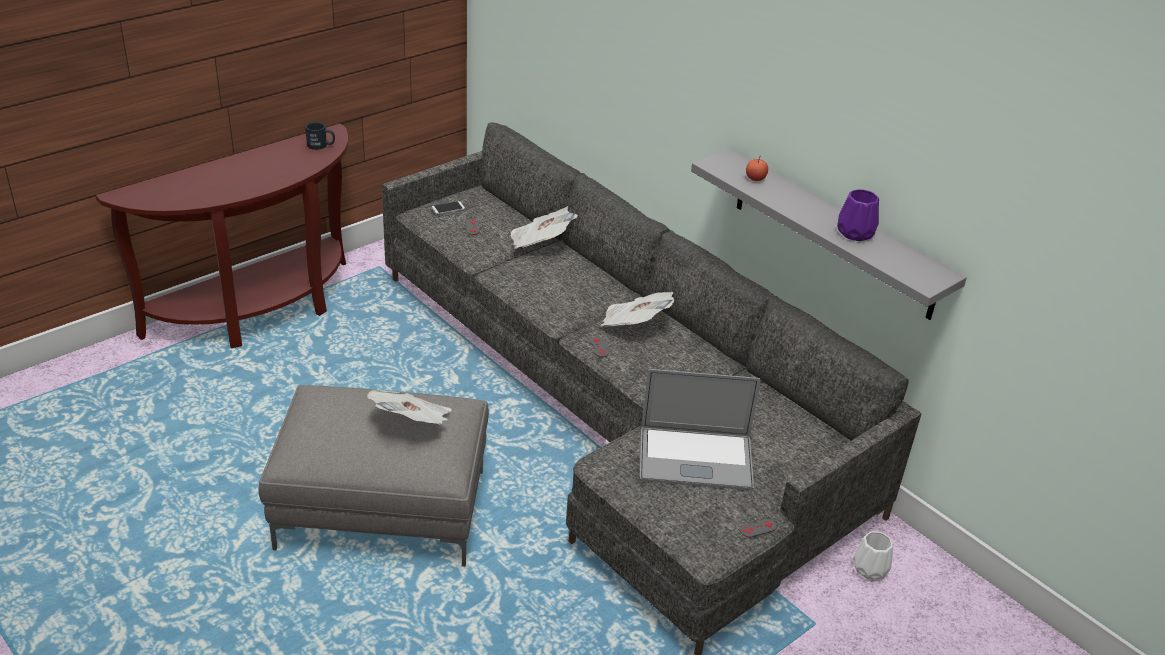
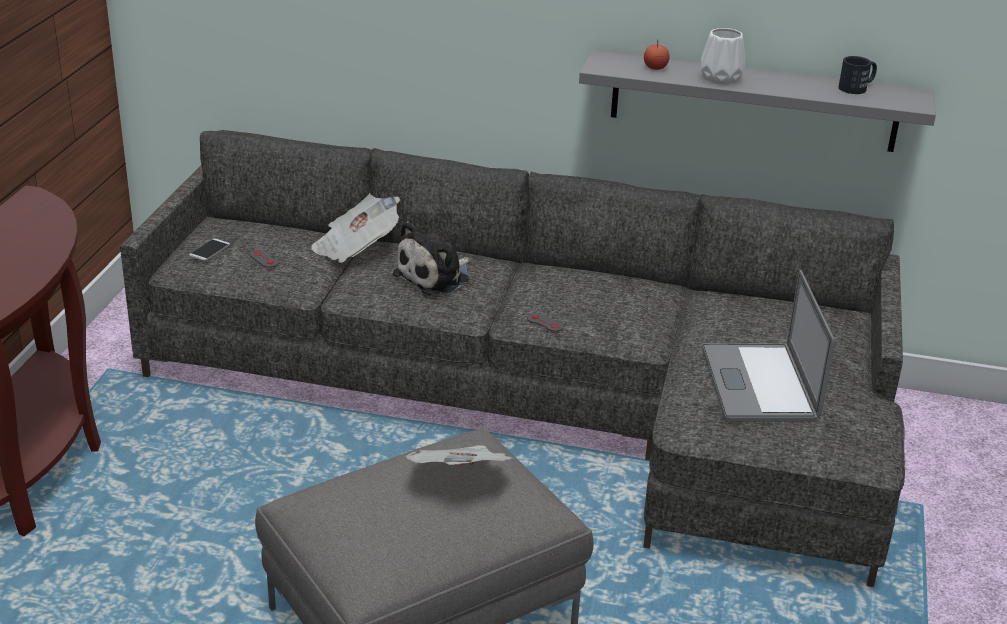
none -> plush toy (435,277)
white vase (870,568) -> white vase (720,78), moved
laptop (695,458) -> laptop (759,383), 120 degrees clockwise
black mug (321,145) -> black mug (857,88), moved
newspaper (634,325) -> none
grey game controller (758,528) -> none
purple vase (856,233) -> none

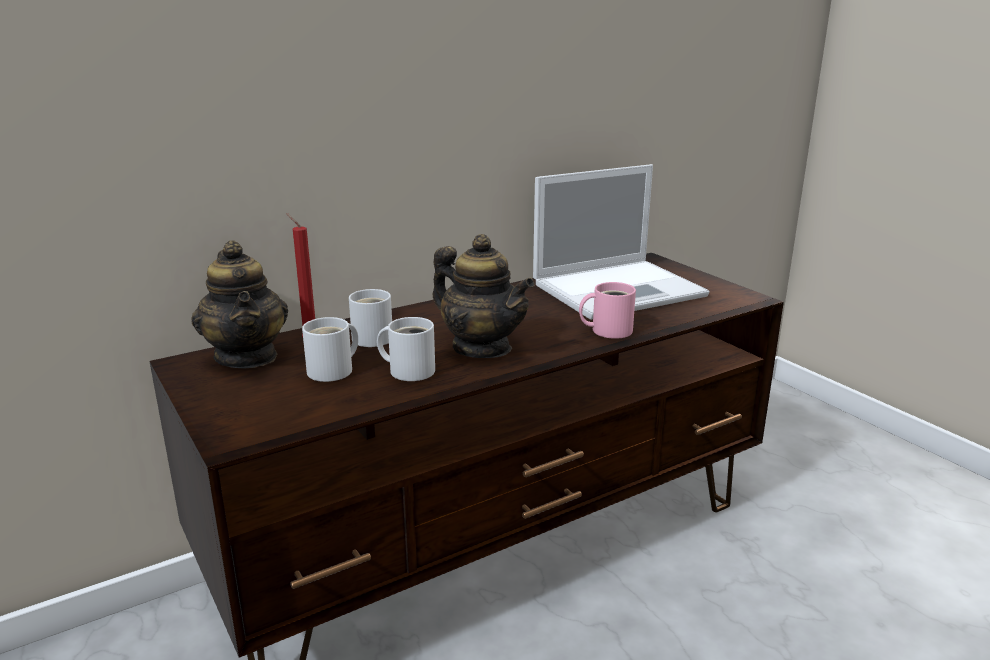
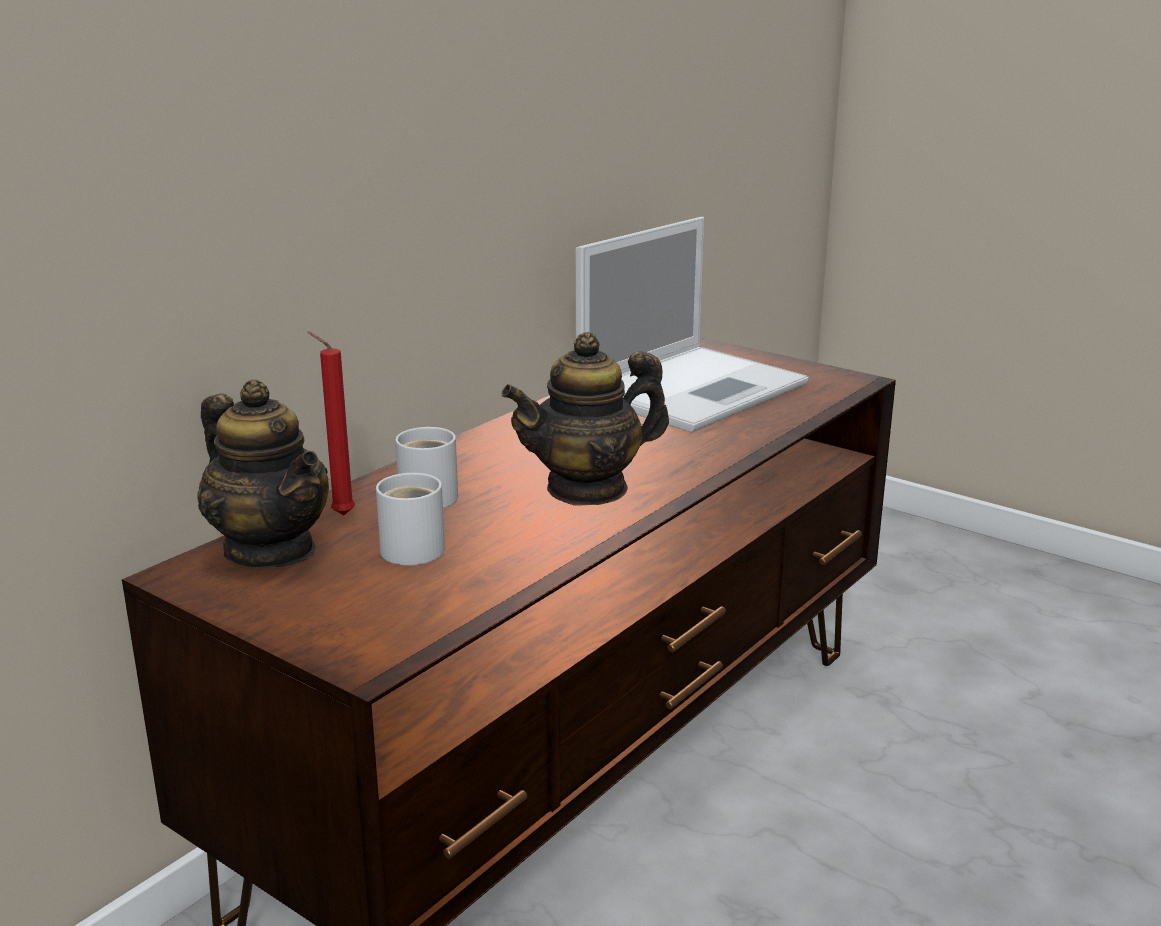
teapot (482,348) -> teapot (587,489), 135 degrees clockwise
white mug (409,370) -> none
pink mug (607,330) -> none

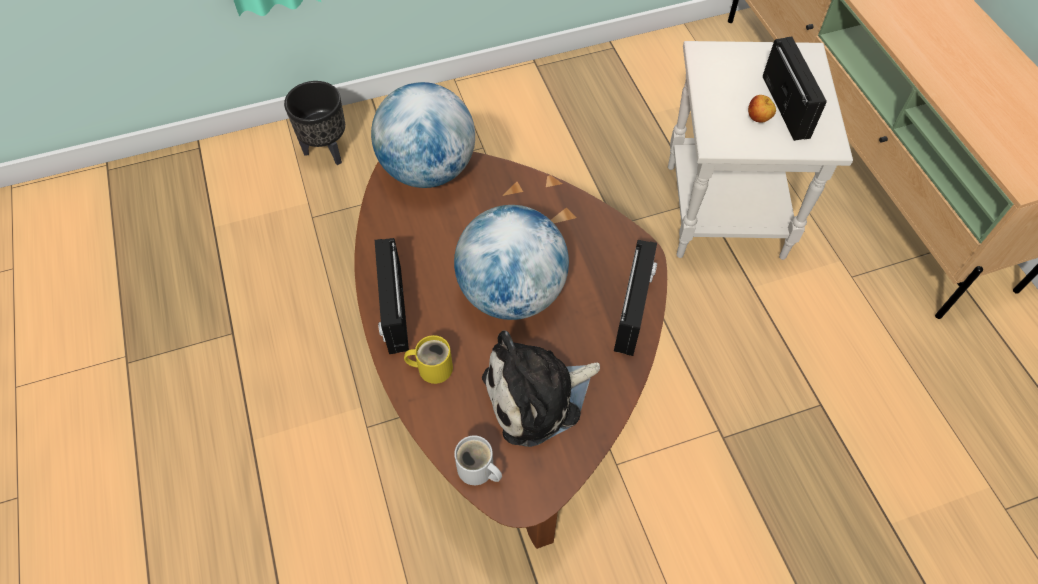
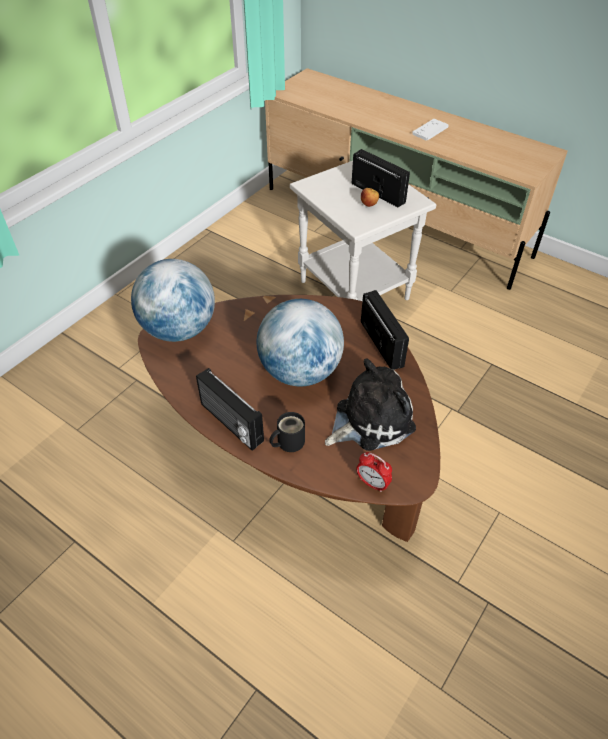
yellow mug (432,367) -> black mug (288,441)
plush toy (538,396) -> plush toy (370,419), 150 degrees counterclockwise
white mug (477,471) -> alarm clock (372,483)
none -> white game controller (430,130)
black planter (327,150) -> none

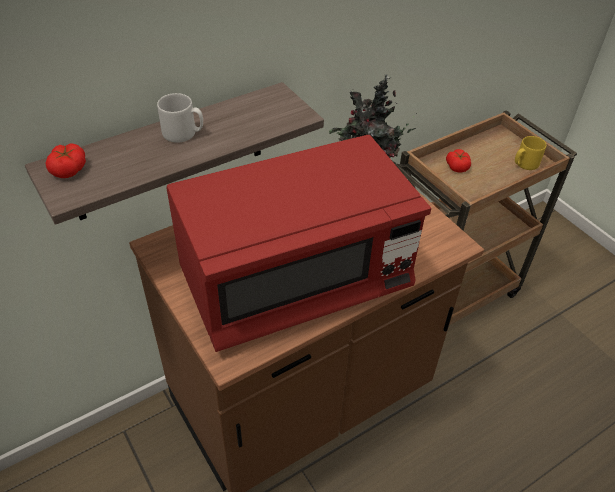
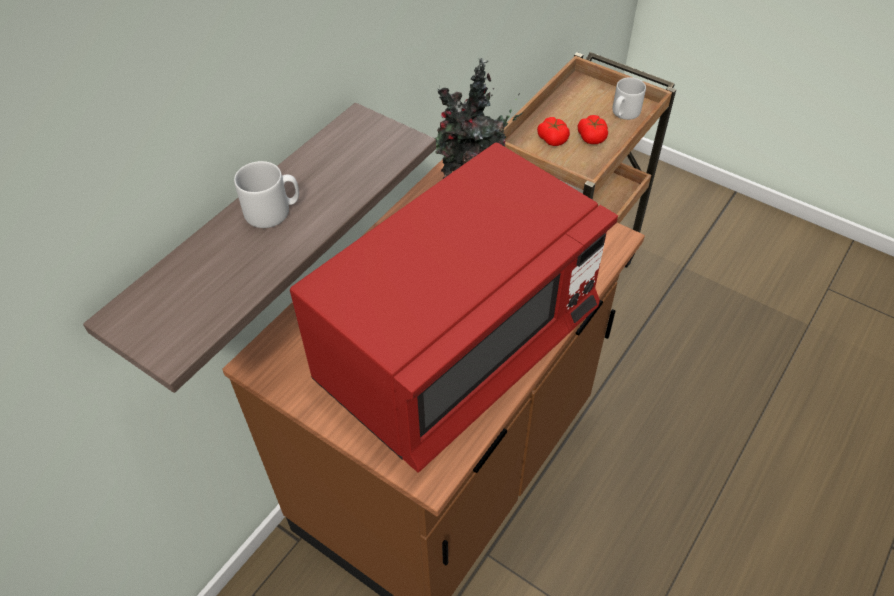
tomato (69,169) -> tomato (592,137), moved
yellow mug (524,164) -> grey mug (624,113)

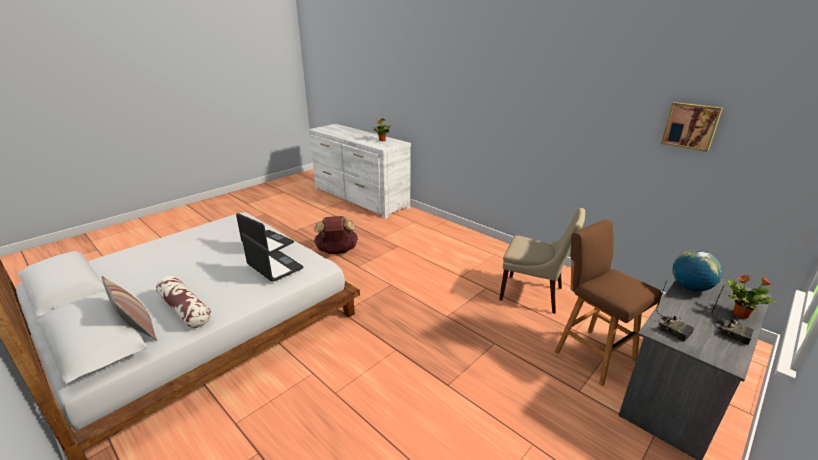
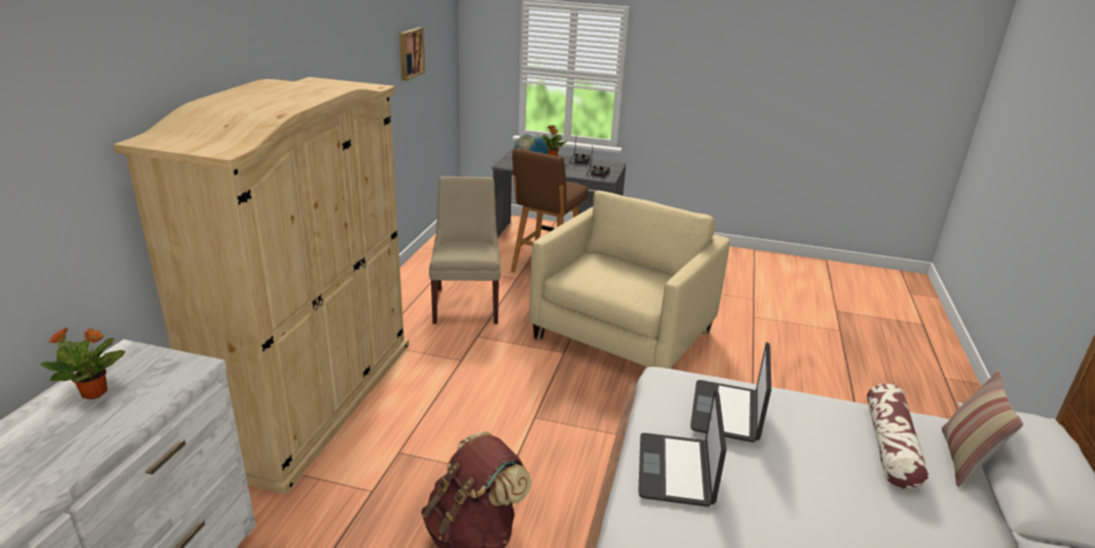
none -> beige wardrobe (314,400)
none -> beige armchair (623,335)

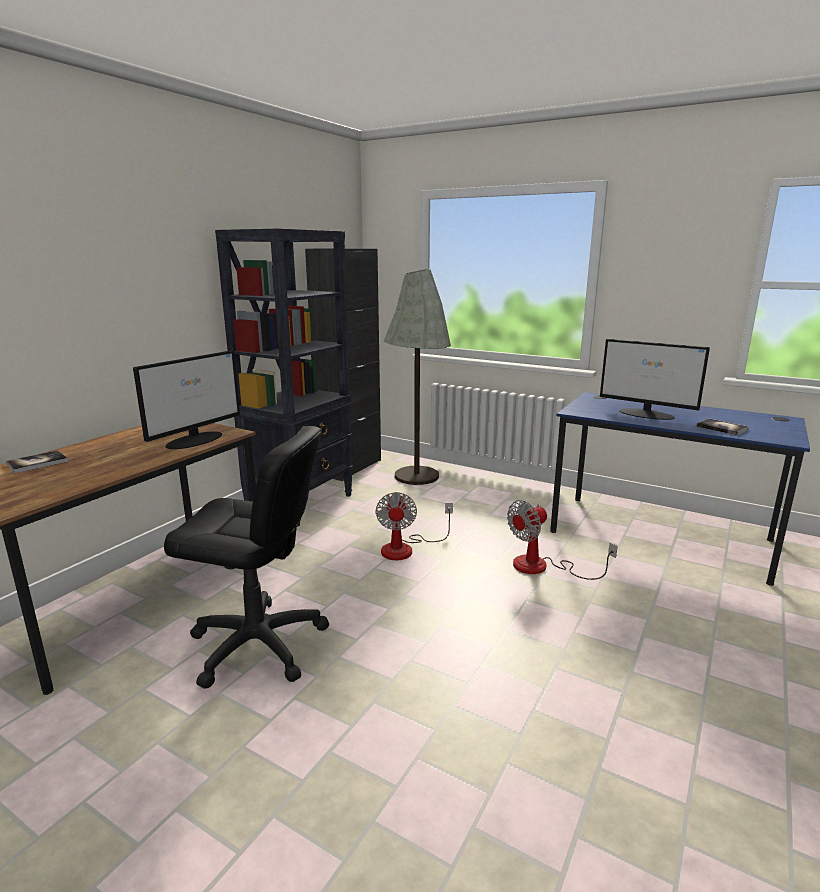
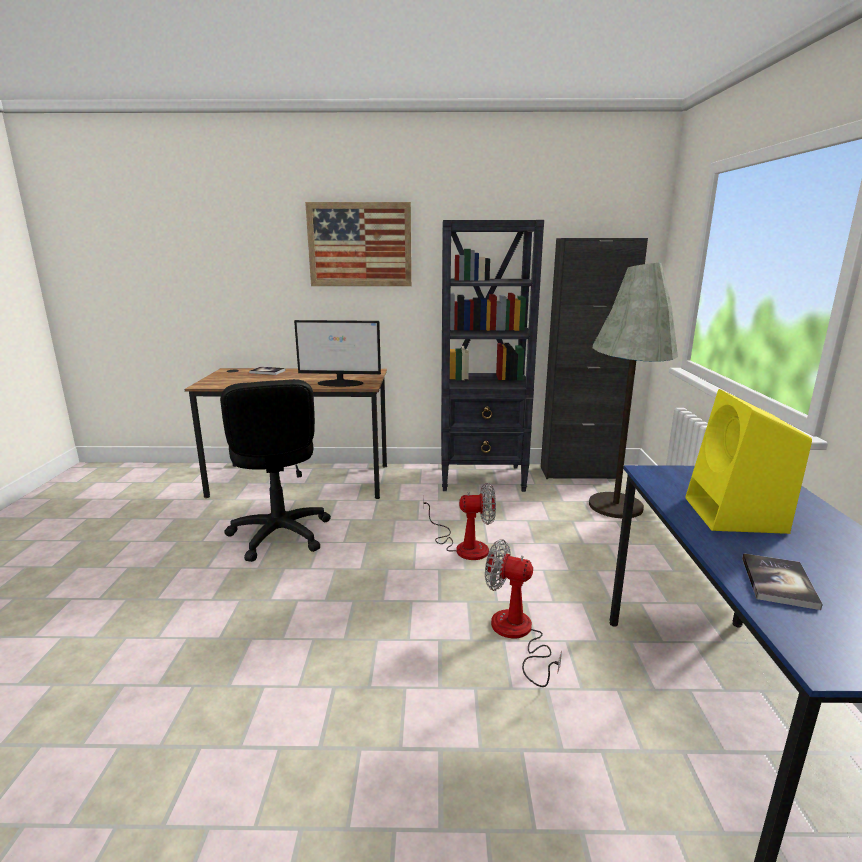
none -> picture (360,245)
fan (406,548) -> fan (463,546), 150 degrees counterclockwise
monitor (647,414) -> yellow speaker (736,516)

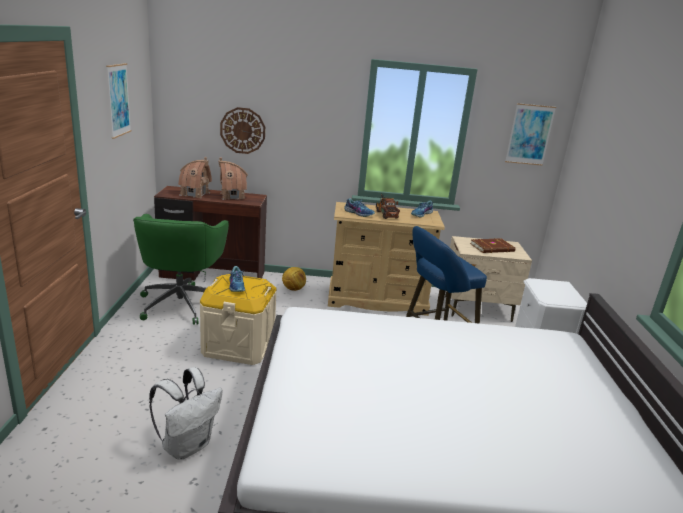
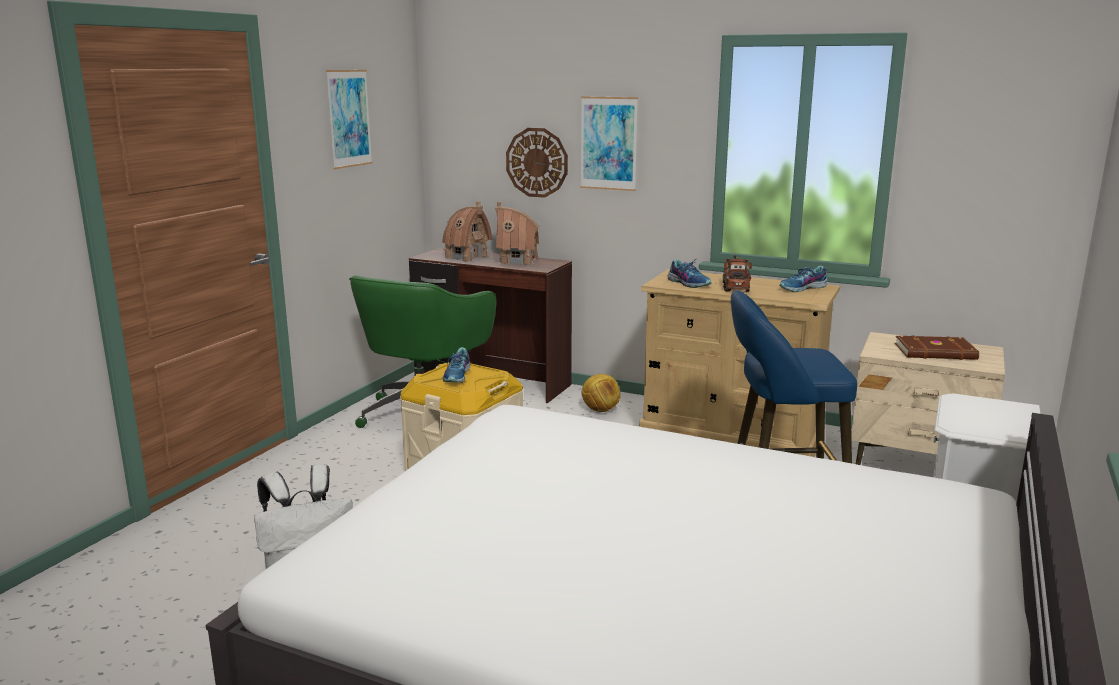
picture (529,134) -> picture (608,143), moved

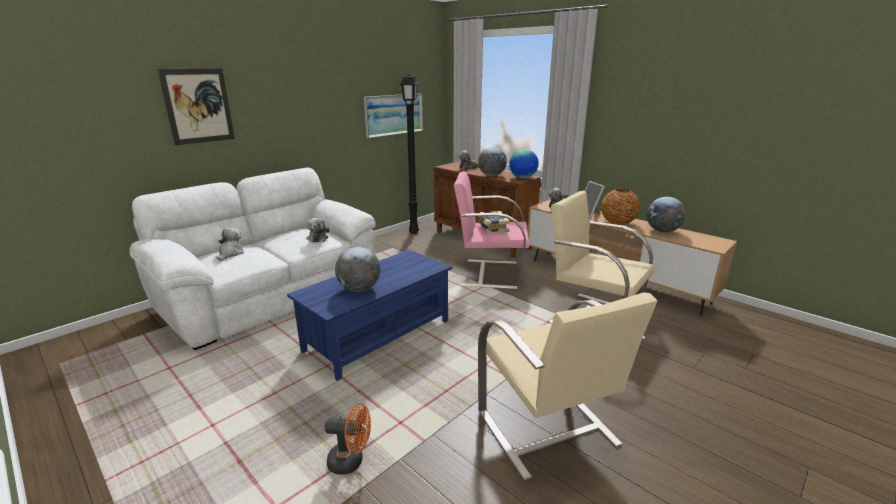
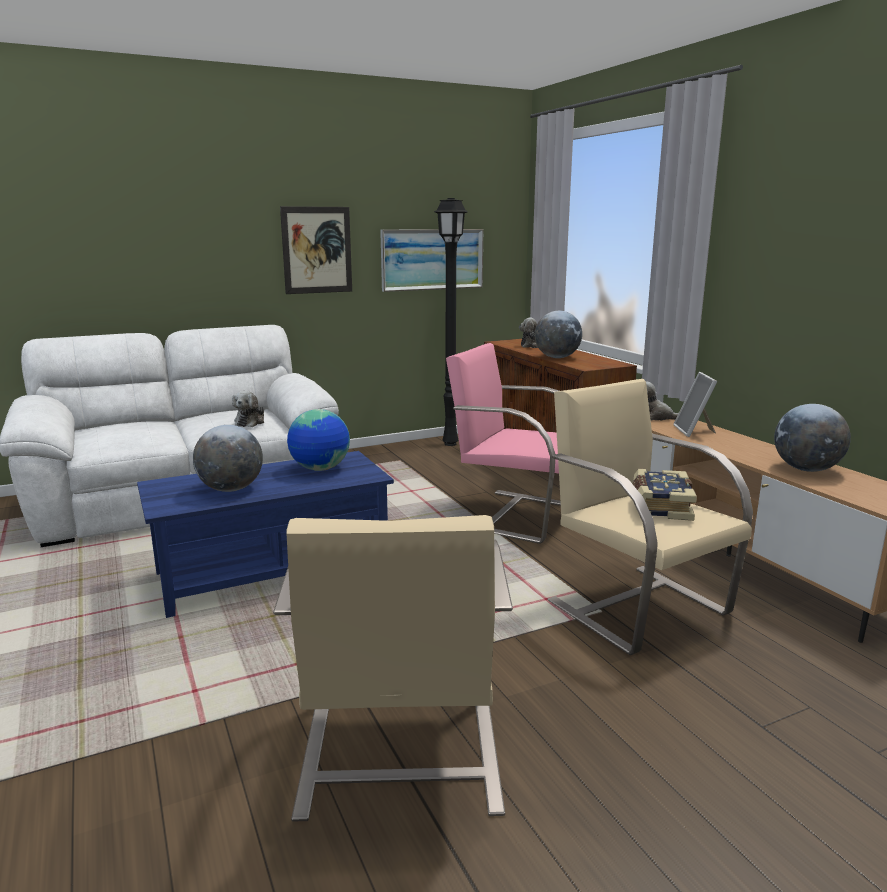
picture (198,106) -> picture (317,250), moved
globe (523,178) -> globe (320,469), moved
book (492,228) -> book (659,506), moved
plush toy (230,253) -> none
orange fan (351,461) -> none
vase (618,223) -> none

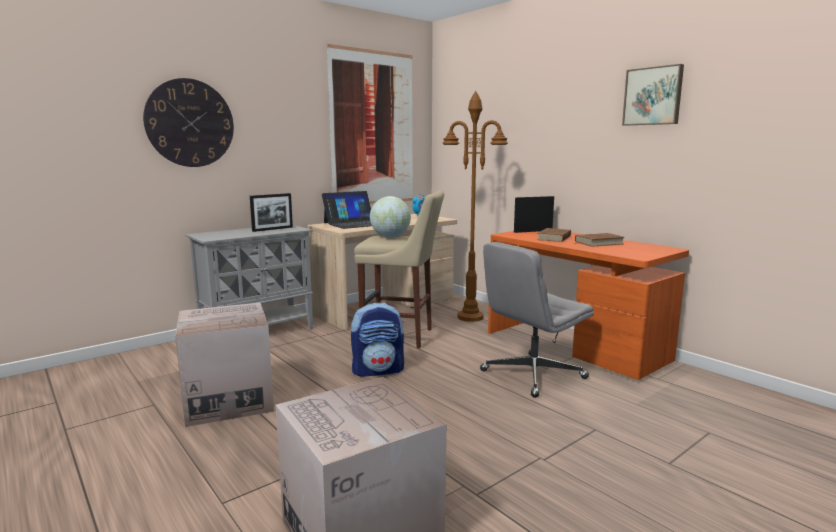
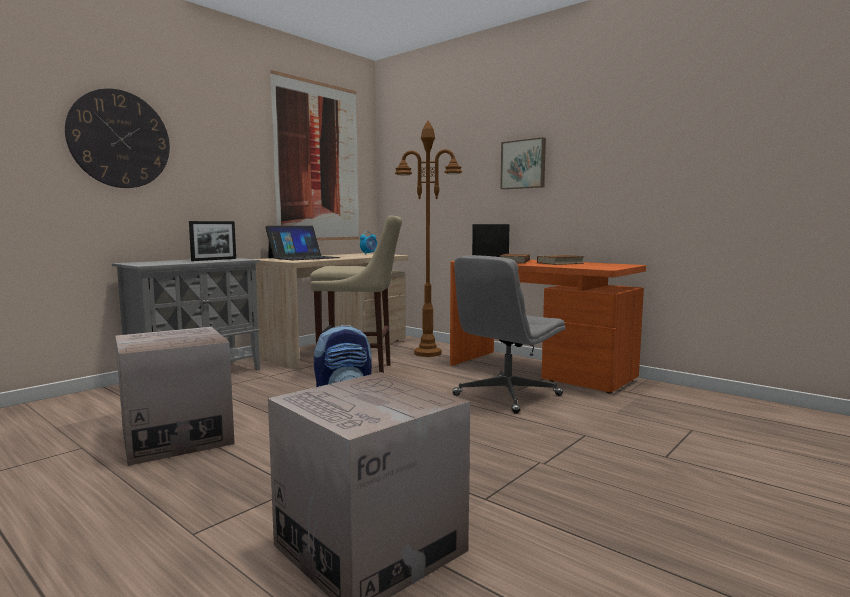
picture (653,96) -> picture (523,164), moved
globe (390,237) -> none

